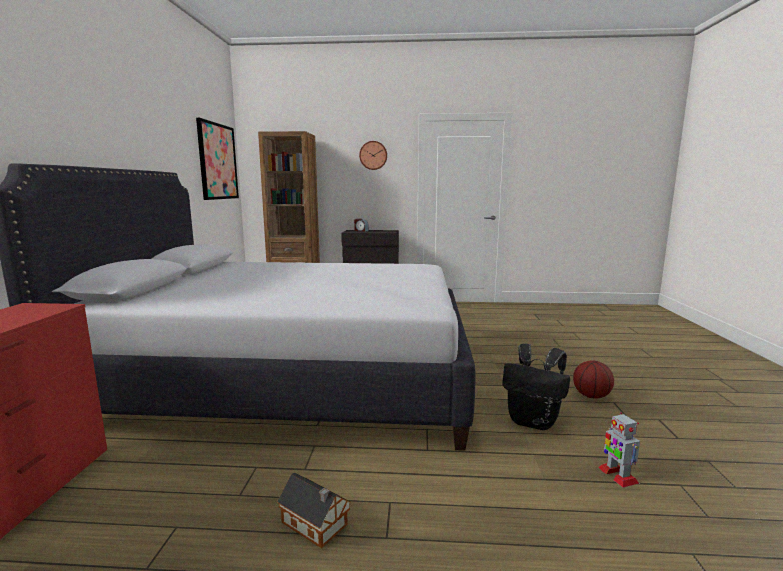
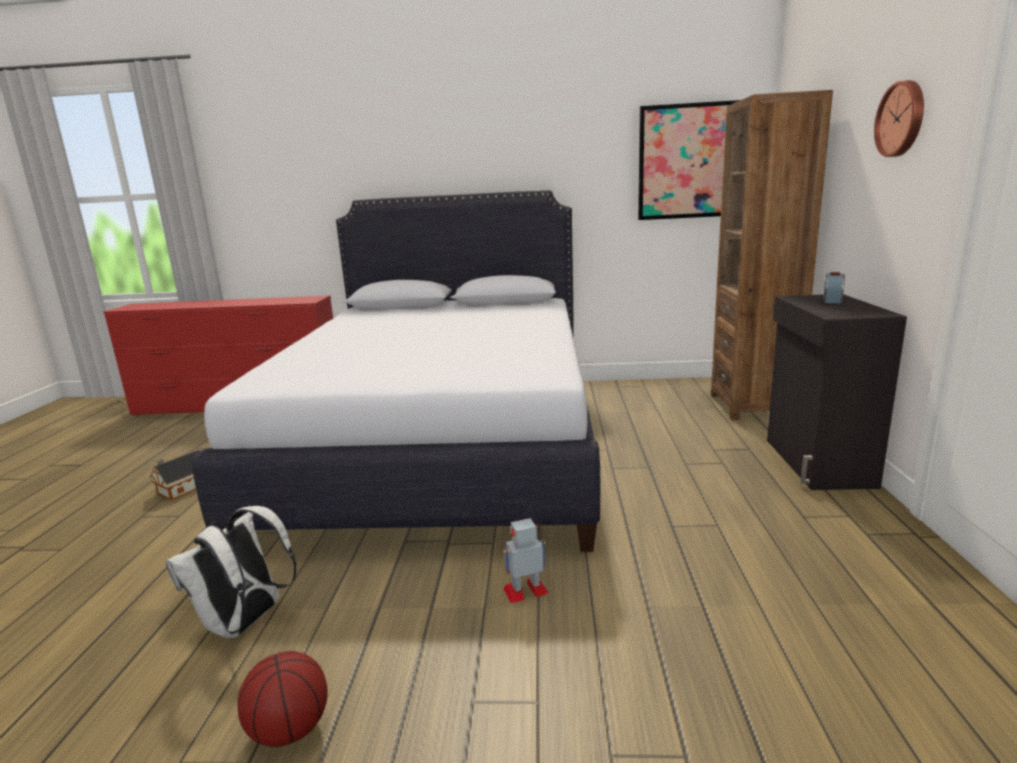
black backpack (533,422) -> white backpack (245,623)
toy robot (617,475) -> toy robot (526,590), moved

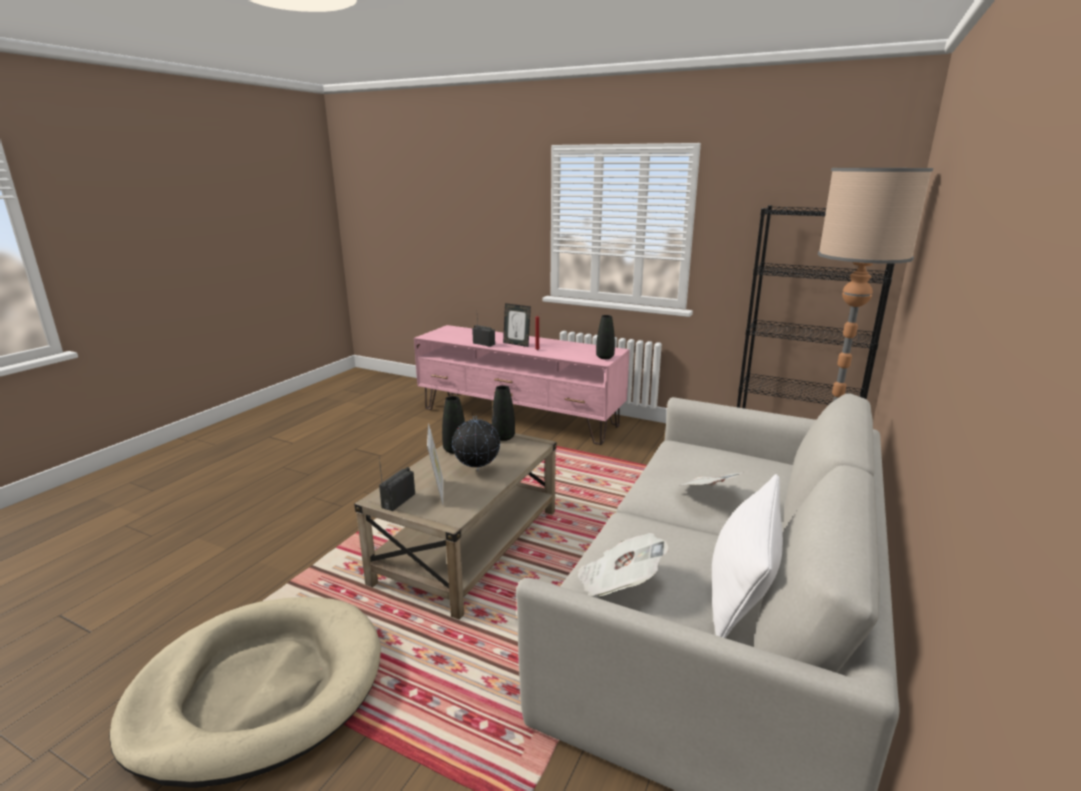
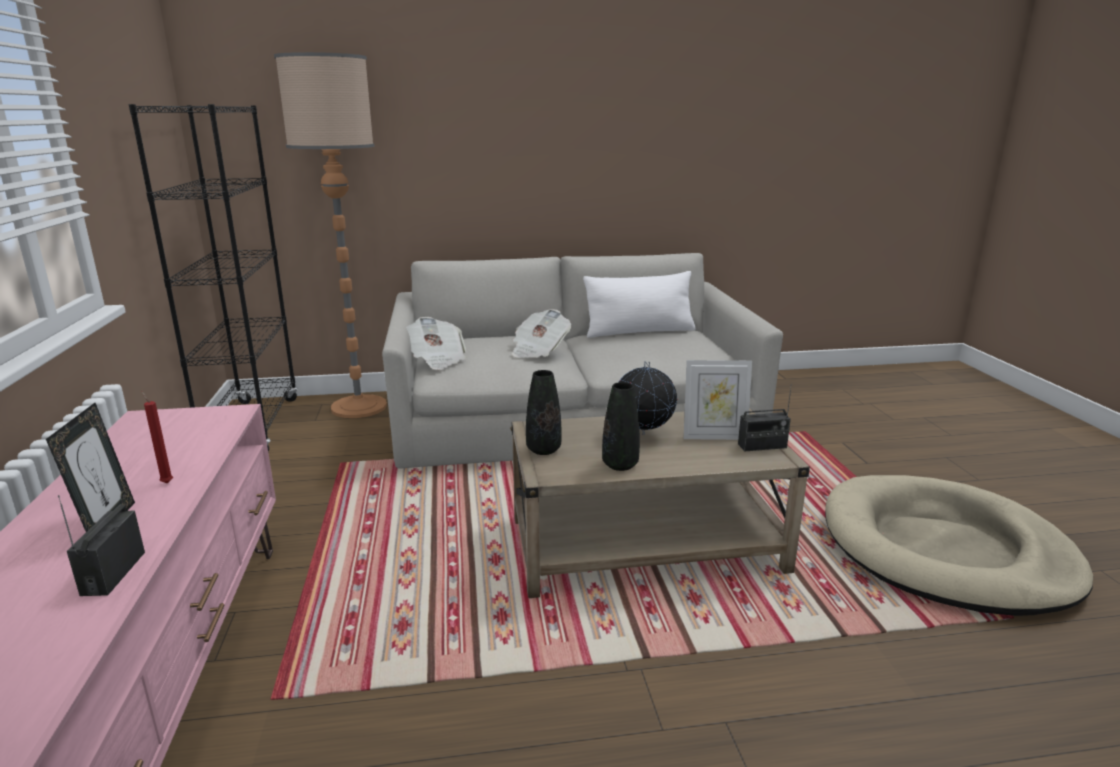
newspaper (618,583) -> newspaper (436,359), moved
picture frame (437,492) -> picture frame (714,436), 135 degrees counterclockwise
black vase (605,357) -> none

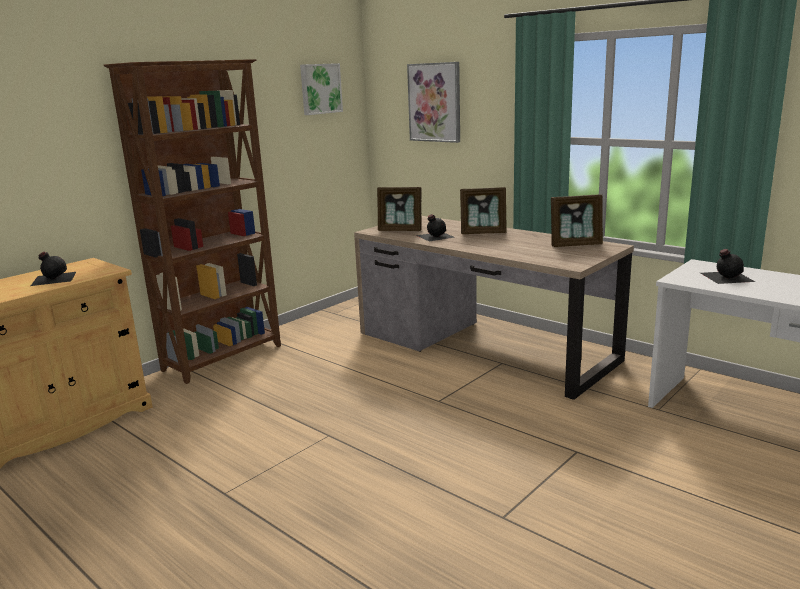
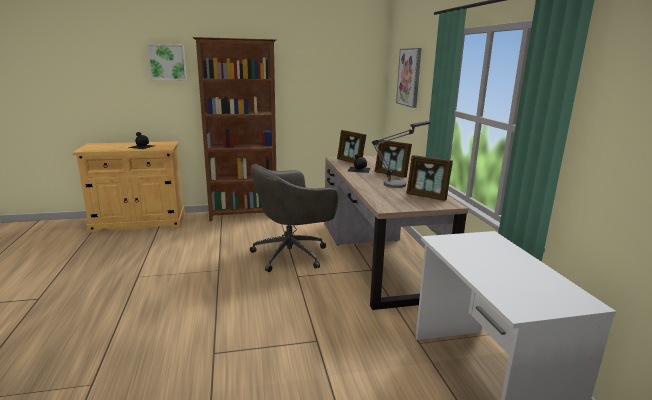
picture (320,89) -> picture (167,62), moved
none -> grey office chair (292,254)
none -> table lamp (399,183)
black bottle (725,277) -> none

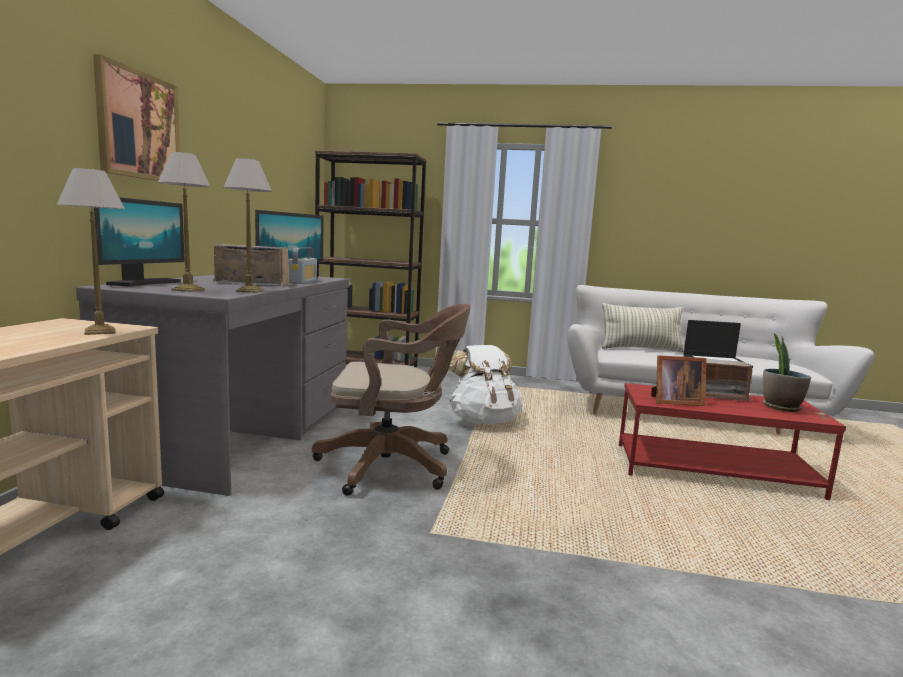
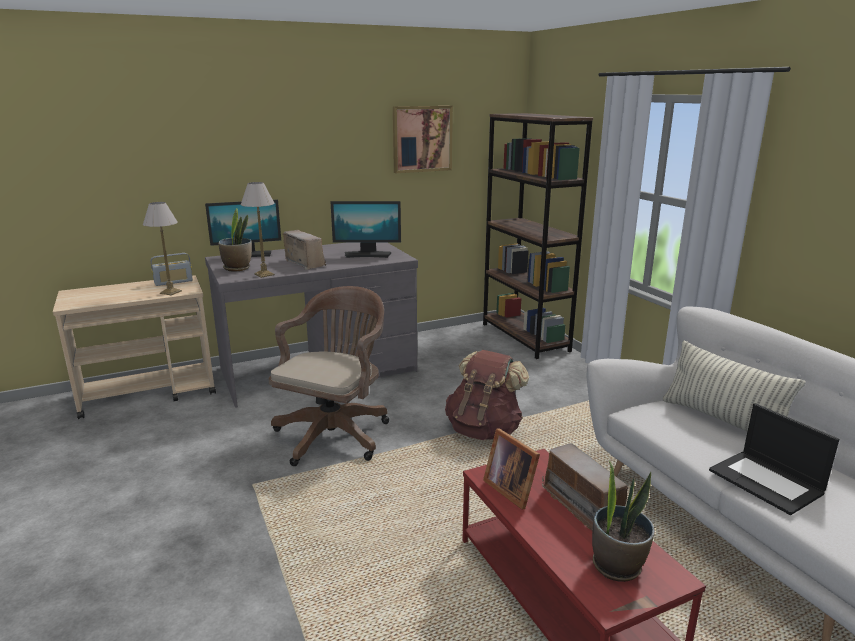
radio (303,282) -> radio (173,282), moved
table lamp (187,290) -> potted plant (237,268)
brown office chair (393,466) -> brown office chair (335,433), 120 degrees counterclockwise
picture (138,126) -> picture (422,139), moved
white backpack (483,421) -> brown backpack (484,430)

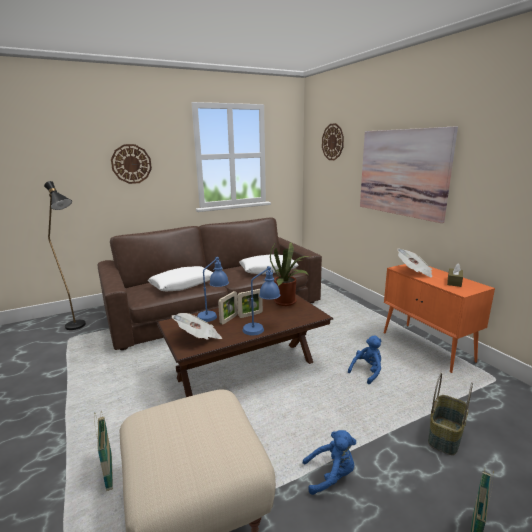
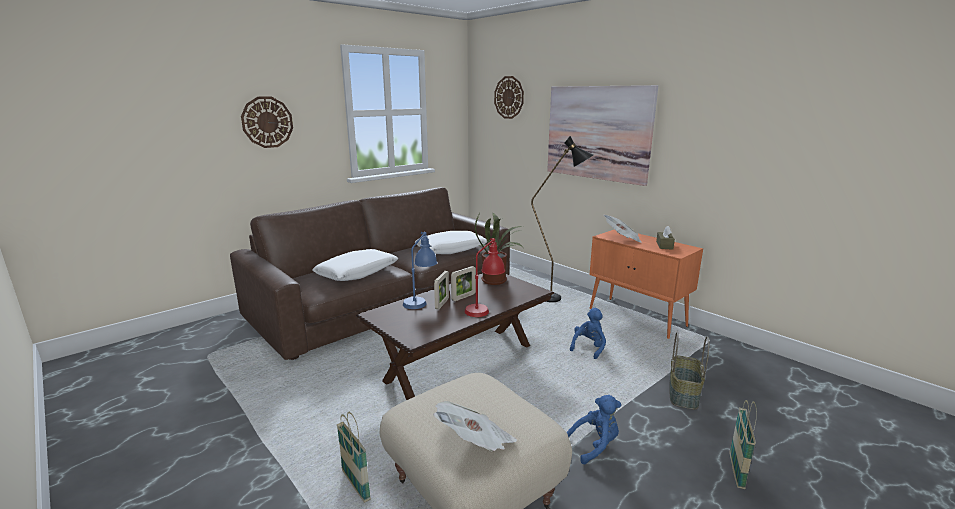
newspaper (199,337) -> newspaper (475,444), moved
blue table lamp (261,327) -> red table lamp (484,308)
black floor lamp (79,327) -> black floor lamp (558,299), moved

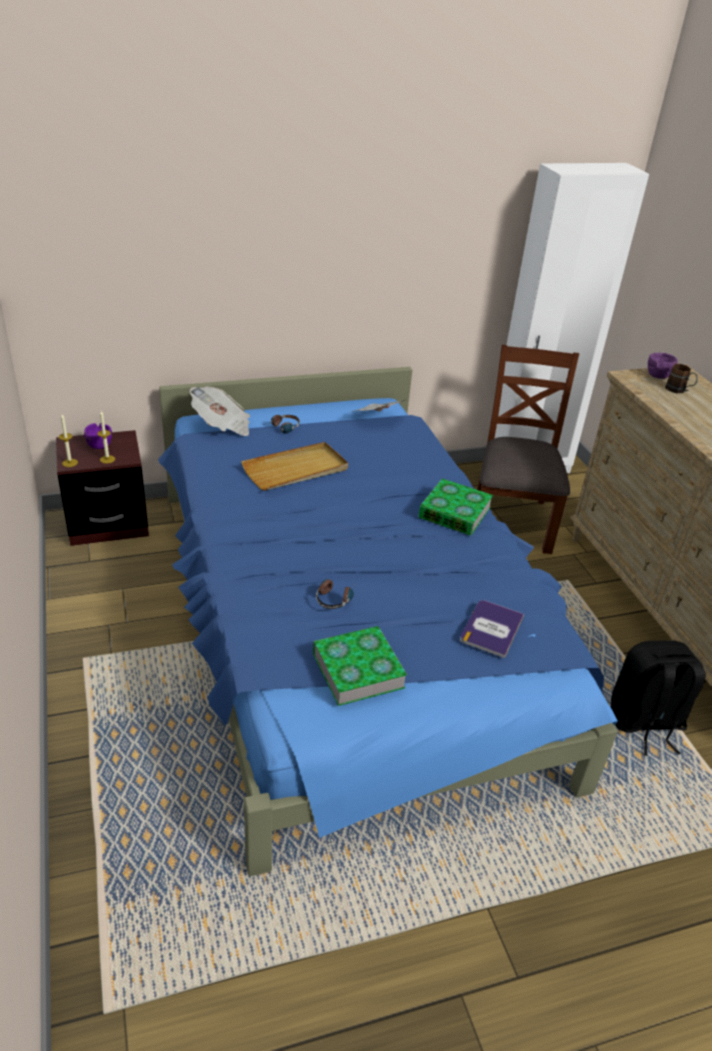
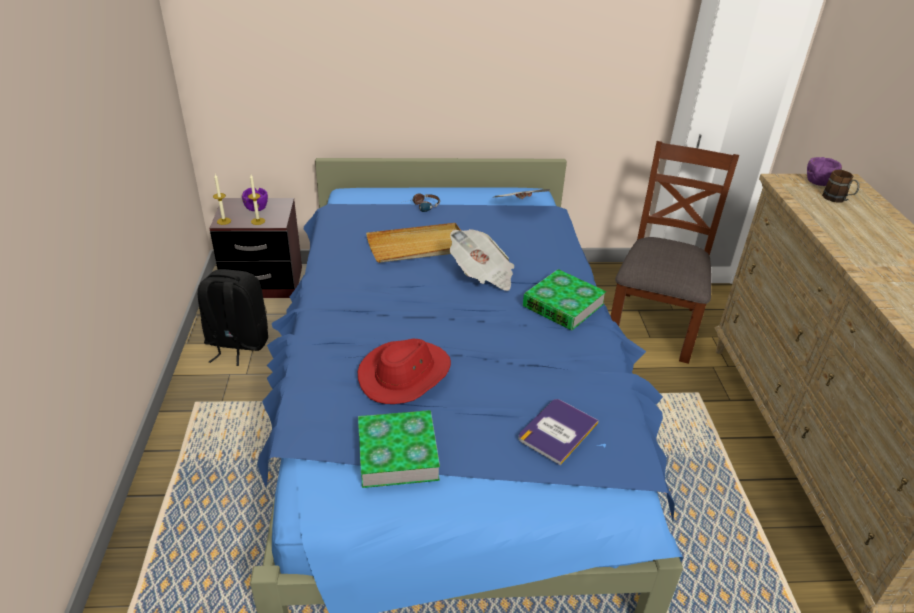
black backpack (644,723) -> black backpack (236,344), moved
headphones (335,596) -> red hat (405,374)
newspaper (222,426) -> newspaper (482,275), moved

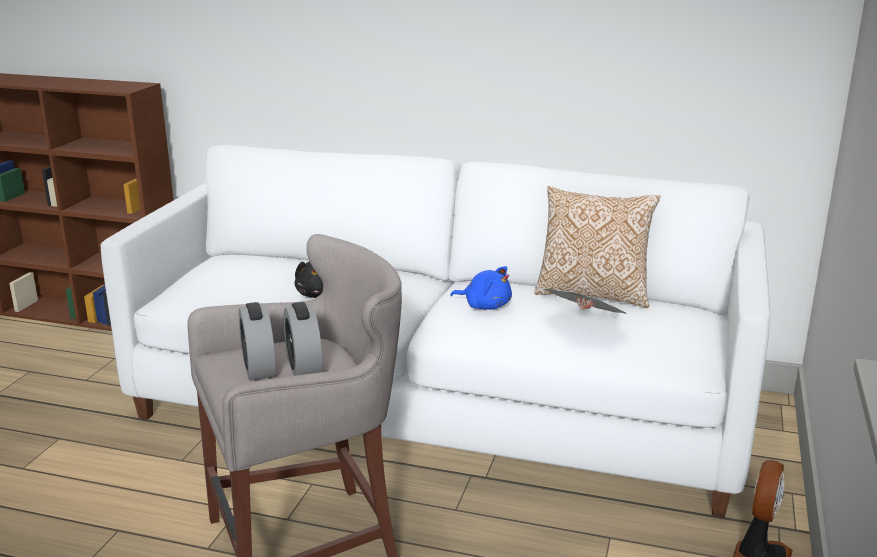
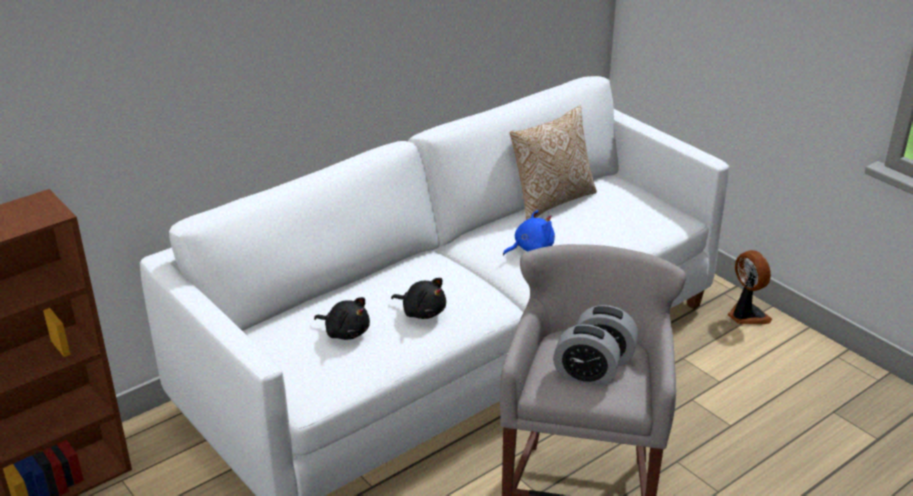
none -> black plush toy (345,332)
newspaper (585,324) -> none

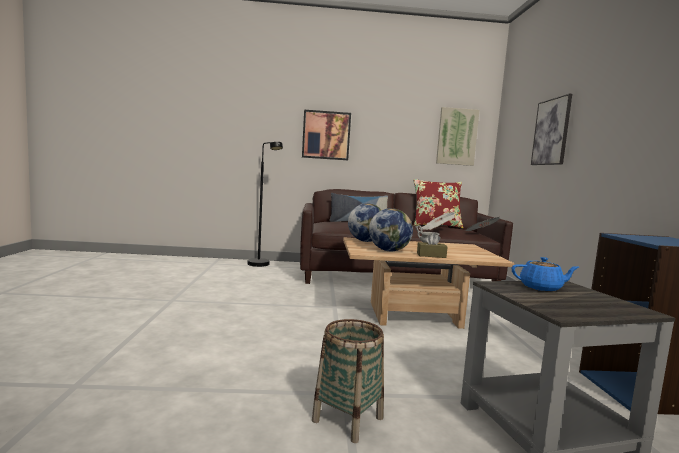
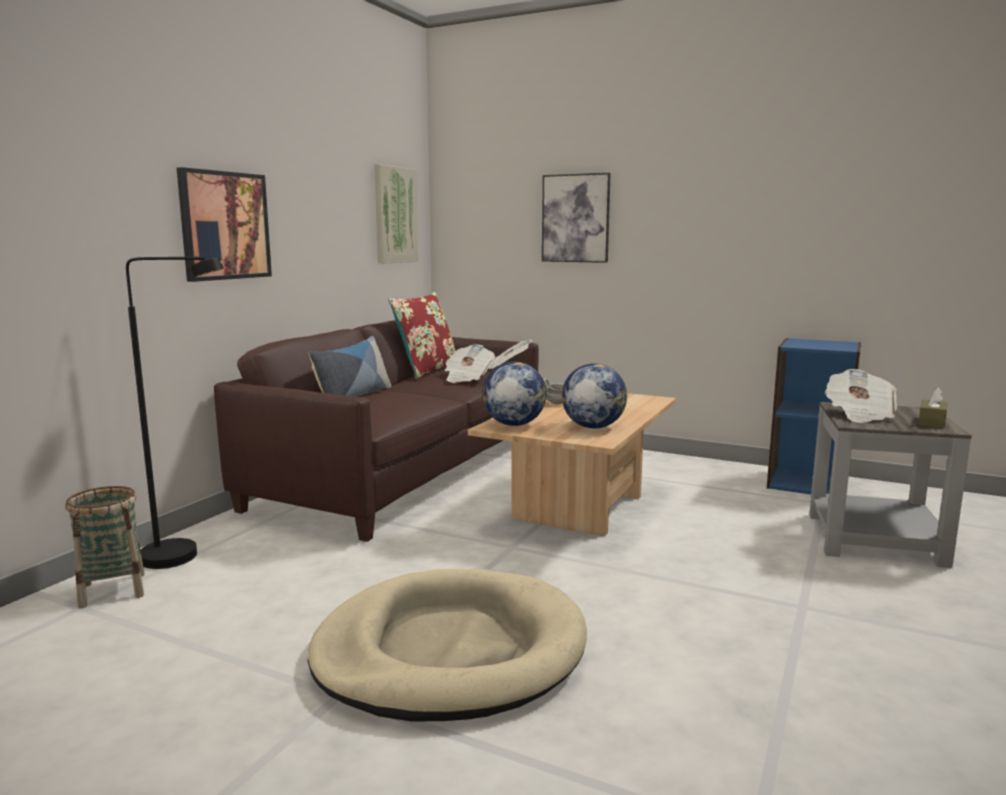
basket (347,419) -> basket (112,590), moved
none -> beige dog bed (449,651)
blue teapot (541,288) -> newspaper (859,414)
brown tissue box (431,255) -> brown tissue box (931,422), moved

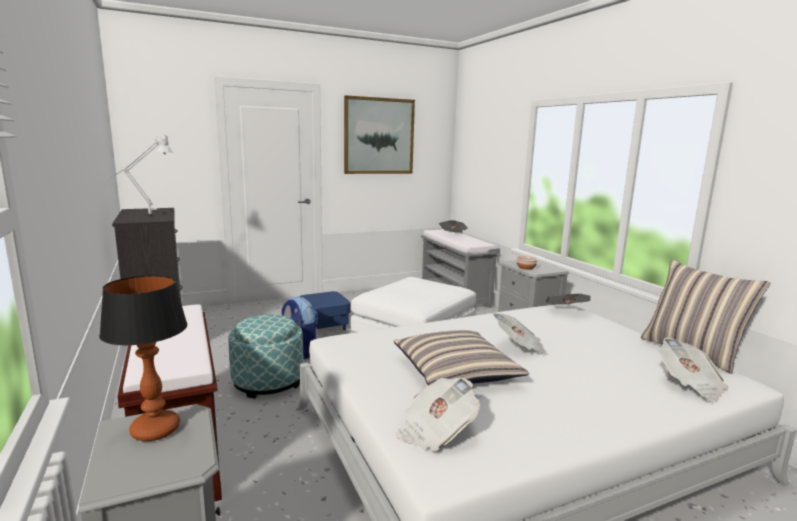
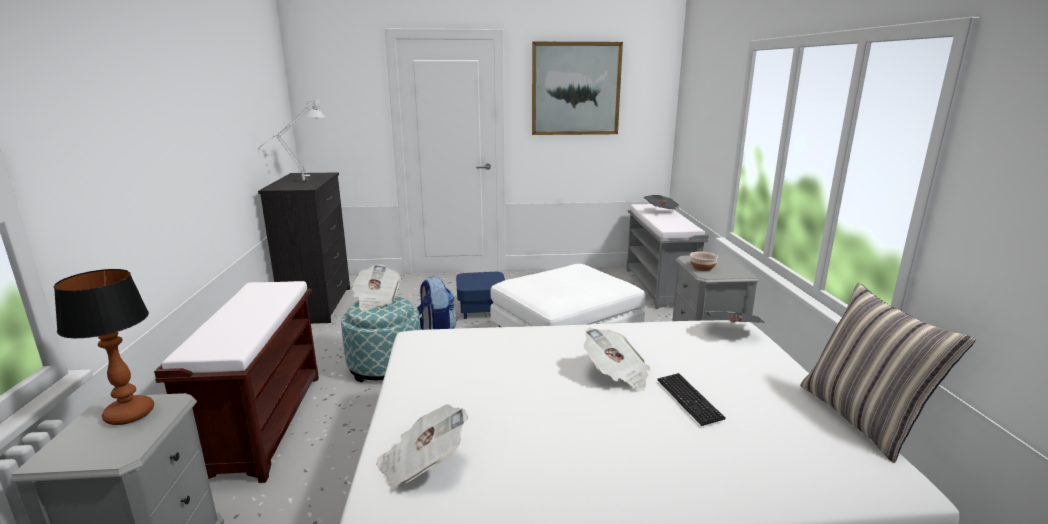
newspaper (689,385) -> newspaper (376,300), moved
none -> keyboard (689,400)
pillow (456,371) -> none

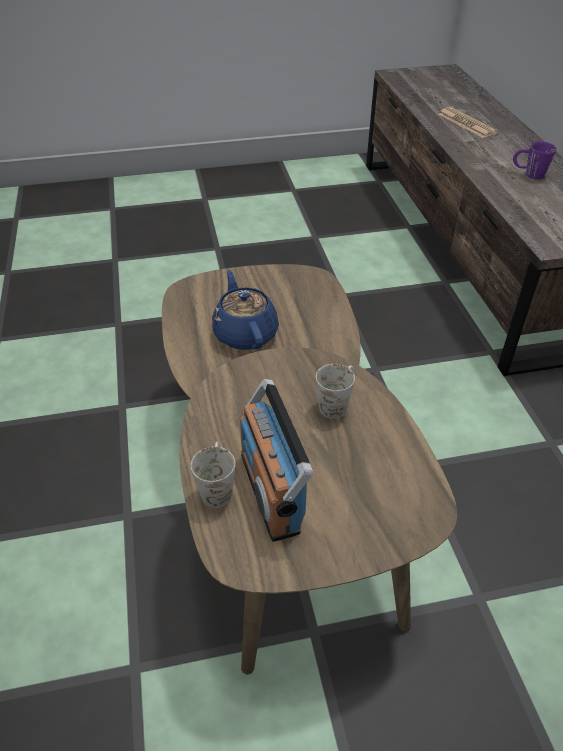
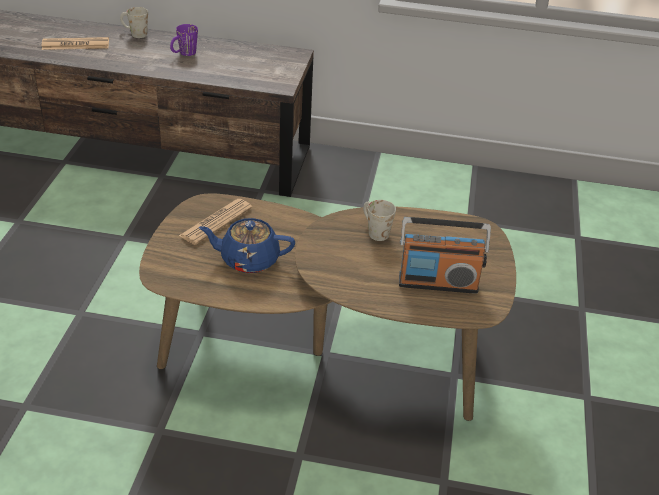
white mug (216,486) -> white mug (134,34), moved
none -> newspaper (216,222)

